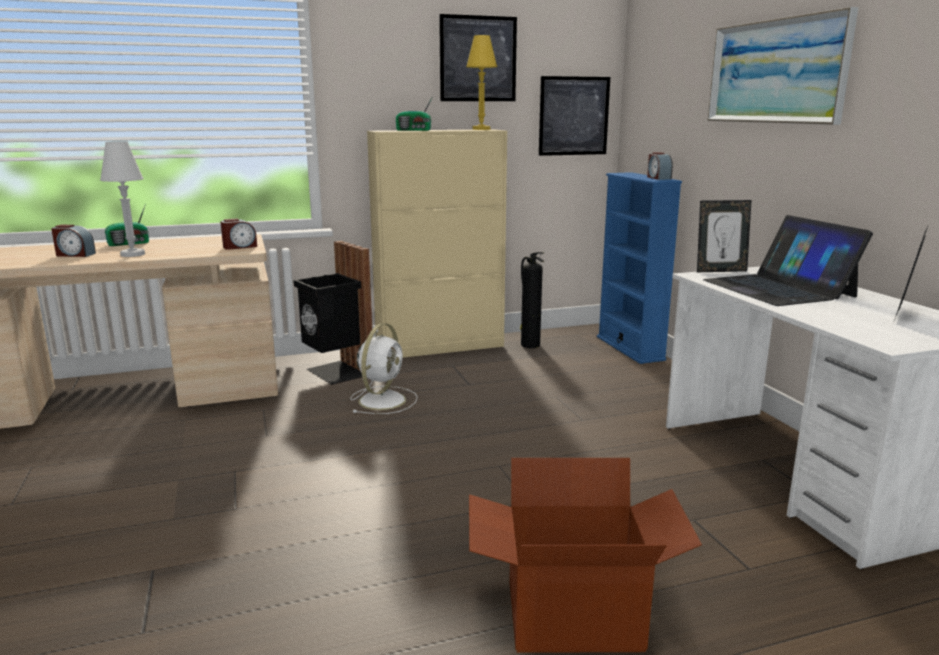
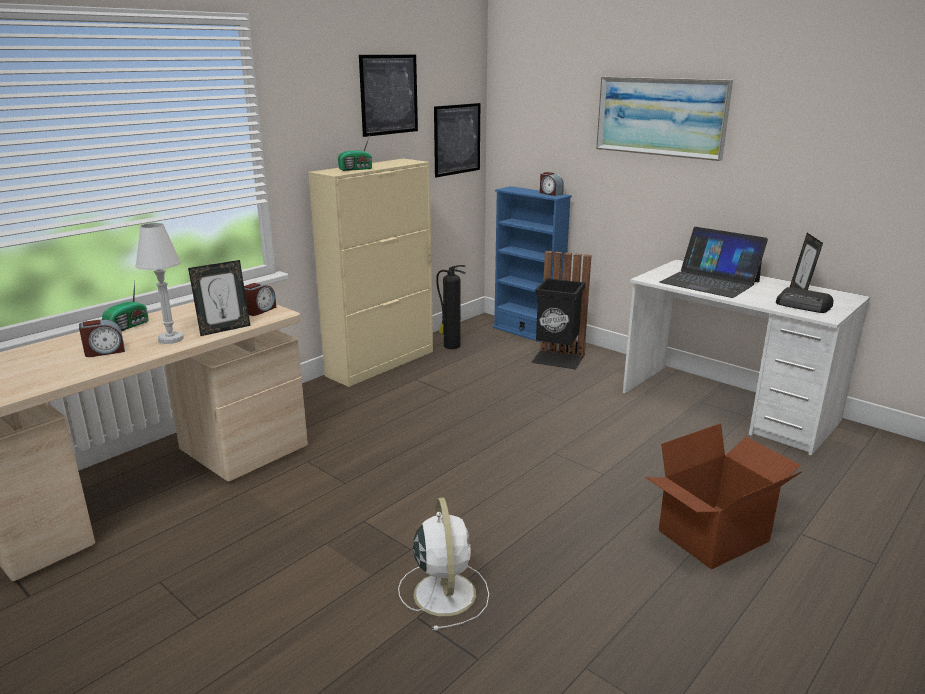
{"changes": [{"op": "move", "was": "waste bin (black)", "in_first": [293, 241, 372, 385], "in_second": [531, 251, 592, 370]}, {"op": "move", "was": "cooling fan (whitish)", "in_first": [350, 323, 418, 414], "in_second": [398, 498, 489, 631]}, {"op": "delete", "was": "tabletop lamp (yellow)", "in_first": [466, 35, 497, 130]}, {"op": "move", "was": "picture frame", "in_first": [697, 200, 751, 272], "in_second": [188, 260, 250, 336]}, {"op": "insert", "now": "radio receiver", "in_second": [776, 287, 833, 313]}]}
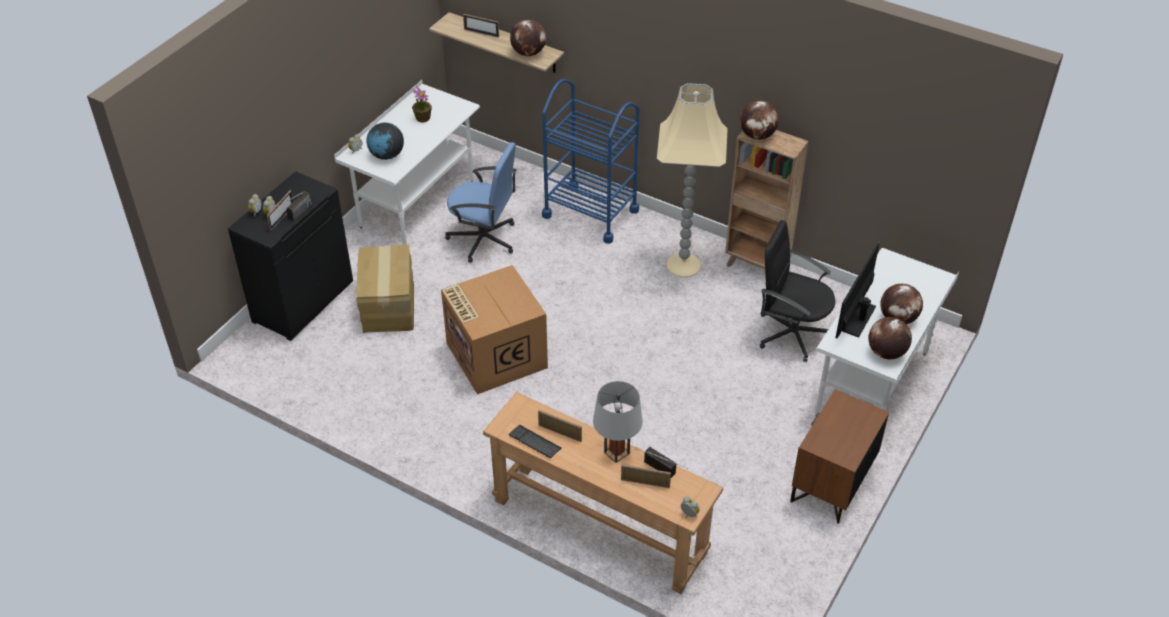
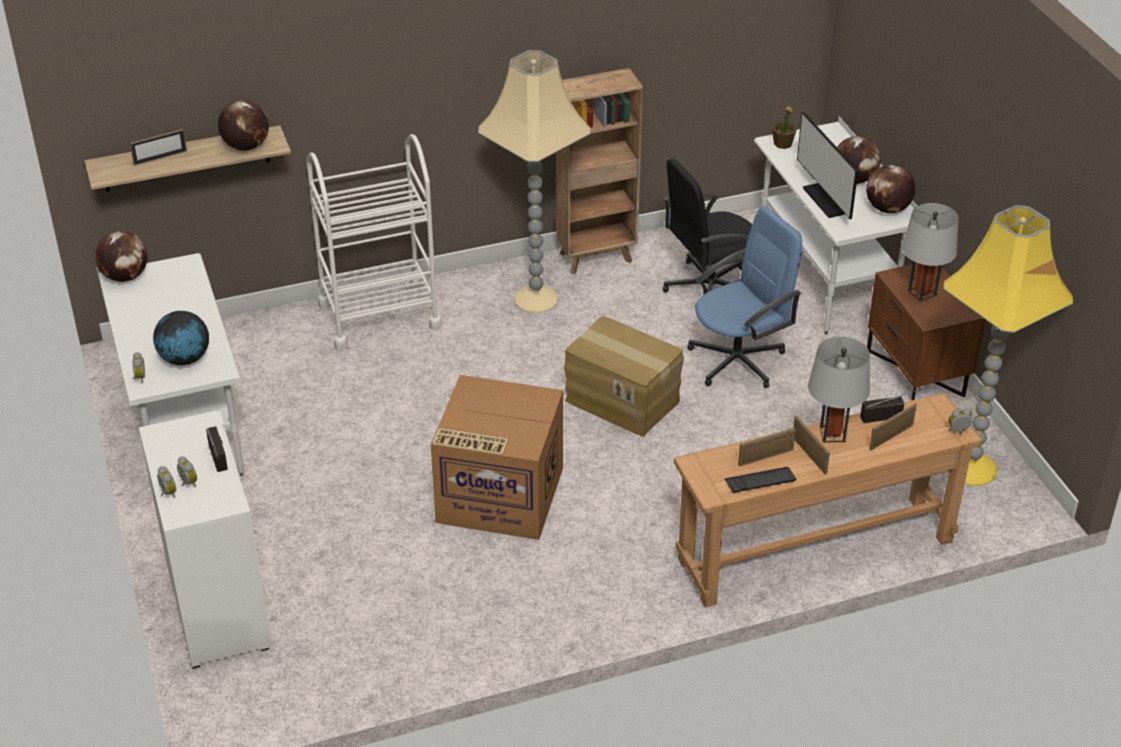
{"changes": [{"op": "recolor", "was": "storage cabinet (black)", "now": "storage cabinet (whitish)", "in_first": [228, 171, 353, 341], "in_second": [139, 410, 272, 669]}, {"op": "move", "was": "picture frame", "in_first": [267, 190, 294, 231], "in_second": [793, 416, 830, 474]}, {"op": "move", "was": "carton", "in_first": [356, 245, 414, 333], "in_second": [564, 316, 684, 437]}, {"op": "move", "was": "plant in a pot", "in_first": [412, 86, 432, 123], "in_second": [772, 104, 797, 149]}, {"op": "move", "was": "desk chair (blue)", "in_first": [445, 142, 517, 263], "in_second": [687, 206, 802, 388]}, {"op": "recolor", "was": "trolley (blue)", "now": "trolley (whitish)", "in_first": [542, 79, 640, 244], "in_second": [306, 134, 442, 350]}, {"op": "move", "was": "globe", "in_first": [740, 101, 779, 140], "in_second": [95, 231, 147, 282]}, {"op": "insert", "now": "tabletop lamp (greyish)", "in_second": [902, 203, 959, 302]}, {"op": "insert", "now": "floor lamp (yellow)", "in_second": [944, 205, 1073, 486]}]}
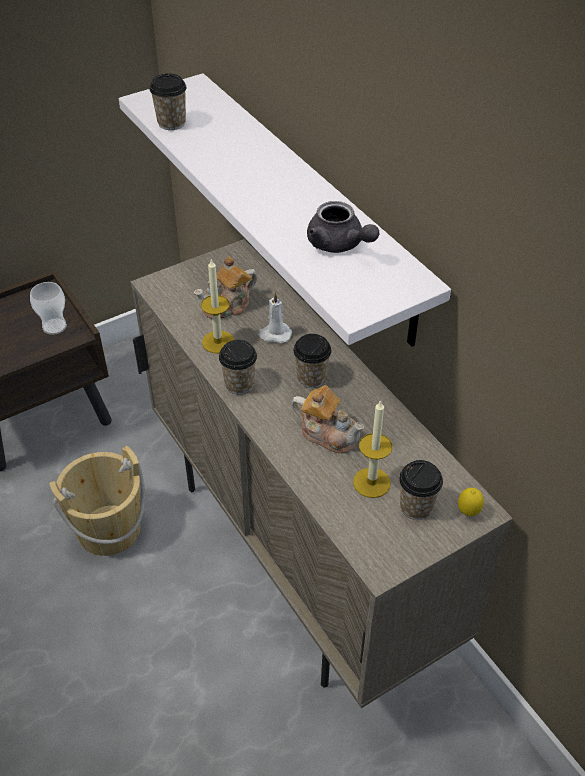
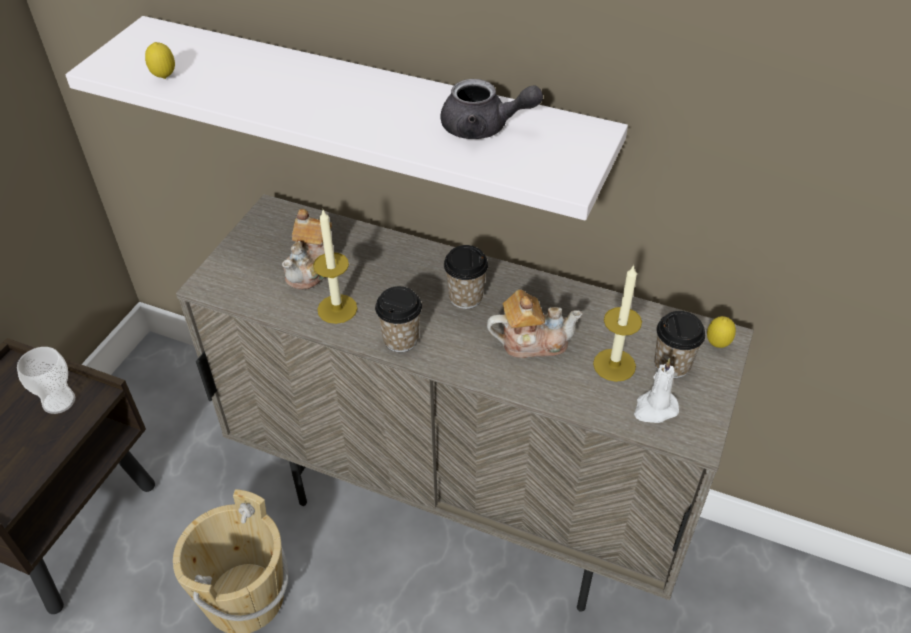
{"changes": [{"op": "replace", "was": "drinking cup", "now": "whole lemon", "in_first": [150, 73, 187, 130], "in_second": [145, 42, 175, 79]}, {"op": "move", "was": "wax candle (whitish)", "in_first": [258, 292, 292, 343], "in_second": [634, 358, 679, 423]}]}
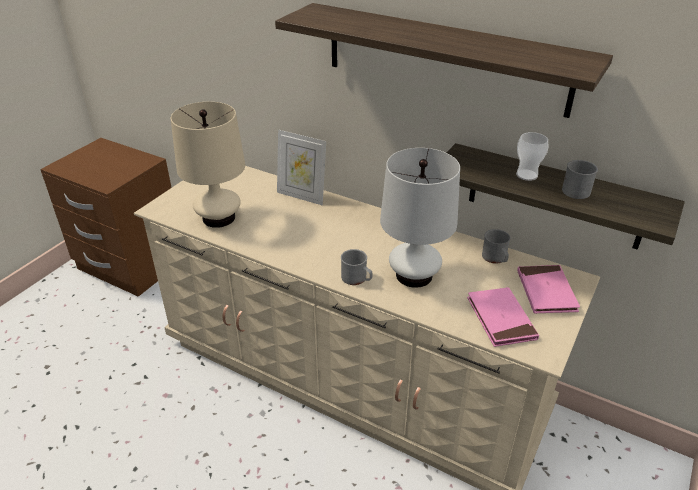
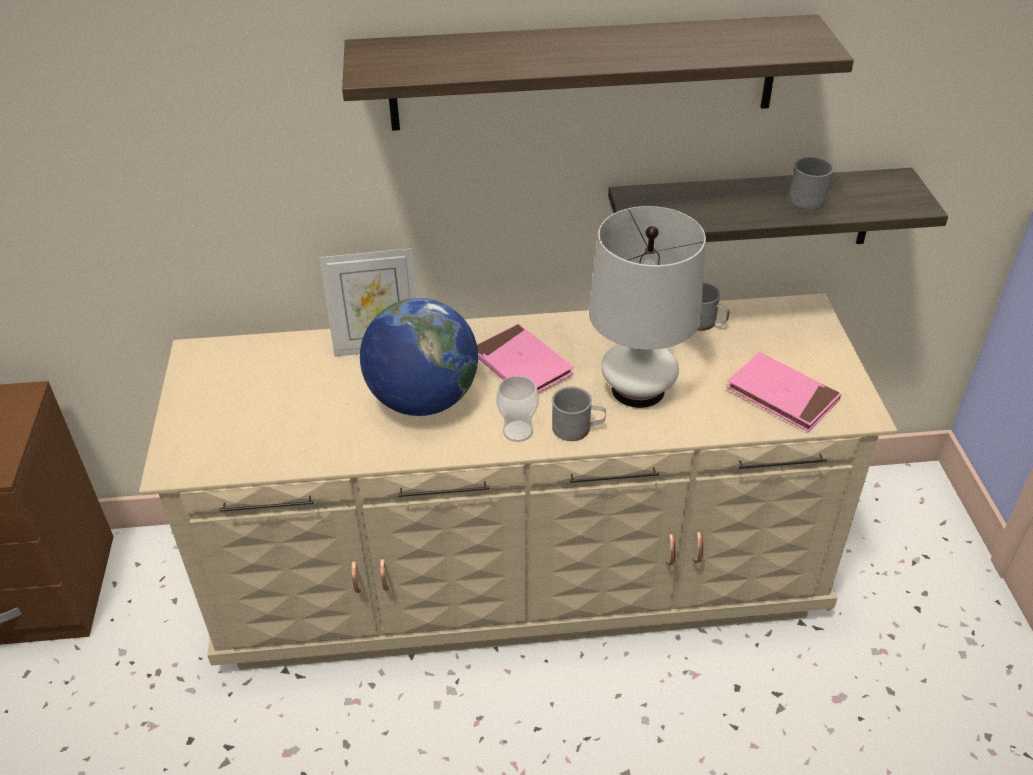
{"changes": [{"op": "delete", "was": "tabletop lamp (beige)", "in_first": [171, 102, 245, 228]}, {"op": "move", "was": "drinking cup", "in_first": [516, 132, 549, 181], "in_second": [496, 376, 539, 442]}, {"op": "move", "was": "volume (pink)", "in_first": [517, 265, 580, 314], "in_second": [477, 323, 574, 393]}, {"op": "insert", "now": "globe", "in_second": [360, 298, 478, 416]}]}
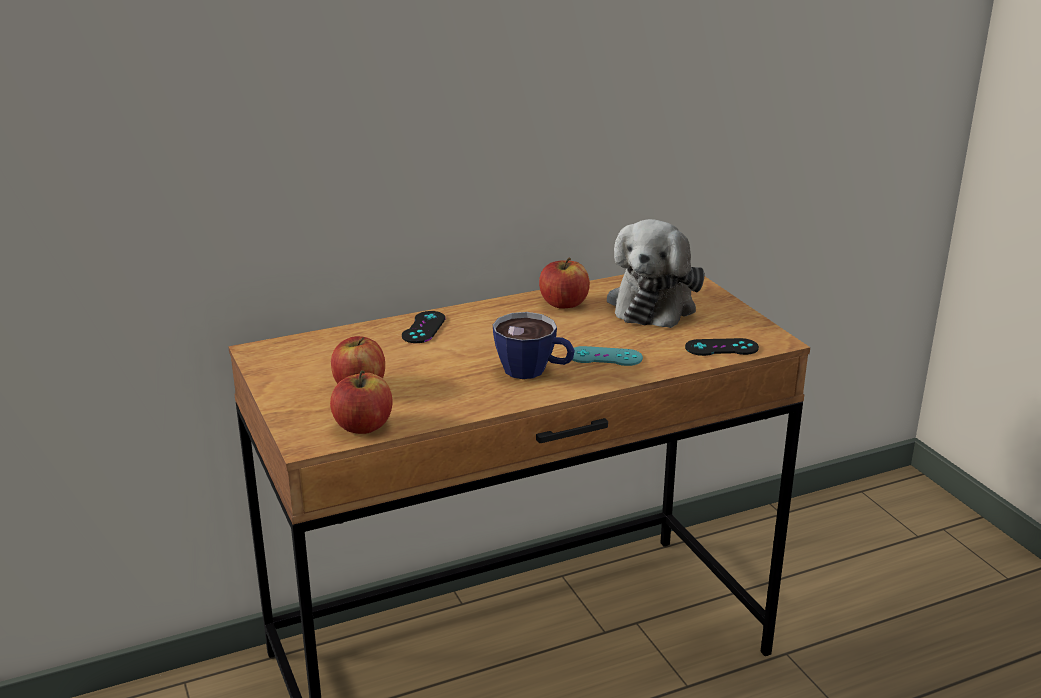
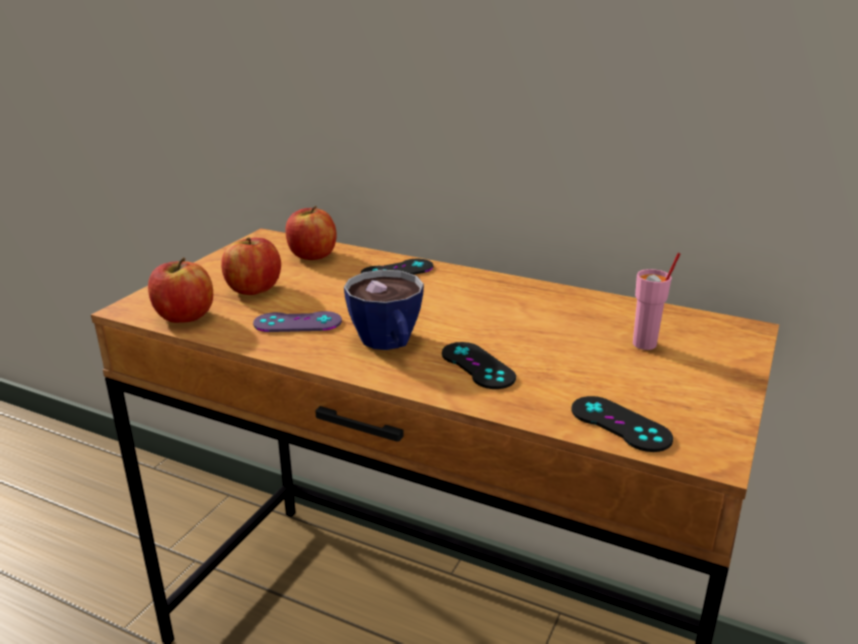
{"changes": [{"op": "move", "was": "whole apple", "in_first": [539, 257, 590, 309], "in_second": [285, 206, 337, 260]}, {"op": "recolor", "was": "game controller (turquoise)", "now": "game controller (black)", "in_first": [572, 346, 643, 366], "in_second": [442, 342, 516, 389]}, {"op": "replace", "was": "plush toy", "now": "drinking cup (pink)", "in_first": [607, 219, 705, 328], "in_second": [633, 253, 681, 350]}, {"op": "insert", "now": "game controller (purple-coloured)", "in_second": [253, 311, 342, 332]}]}
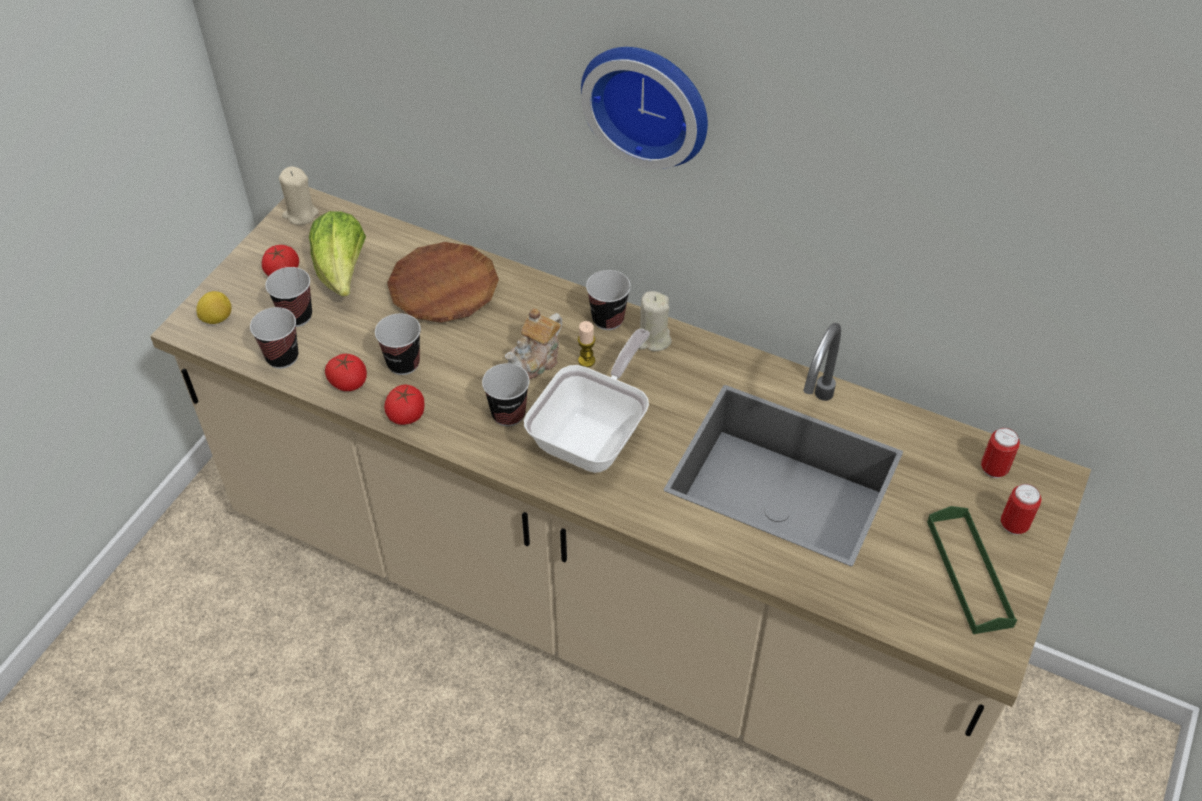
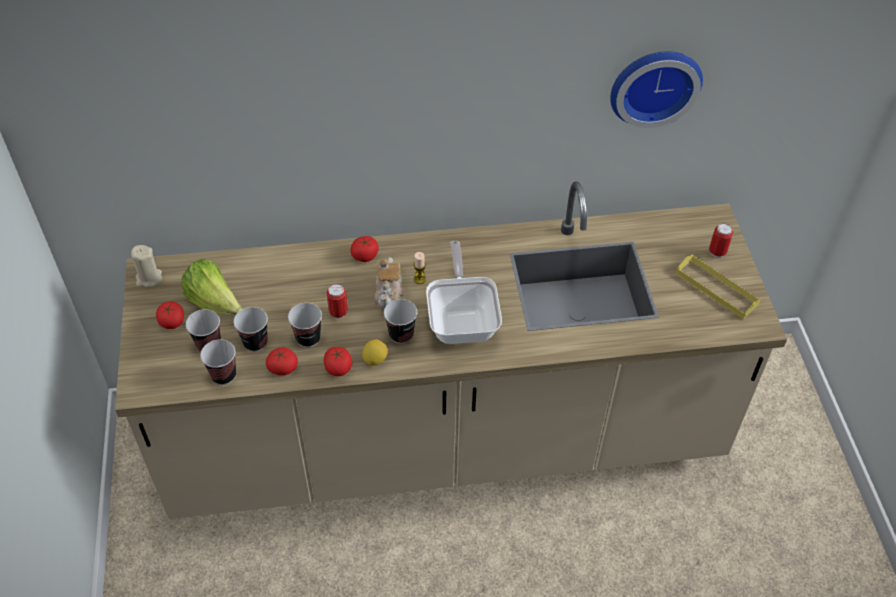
{"changes": [{"op": "move", "was": "whole lemon", "in_first": [196, 291, 232, 324], "in_second": [362, 339, 388, 366]}, {"op": "delete", "was": "flat dish (brown-coloured)", "in_first": [387, 242, 499, 323]}, {"op": "move", "was": "hanging clock", "in_first": [581, 47, 708, 169], "in_second": [610, 51, 703, 128]}, {"op": "move", "was": "drinking cup", "in_first": [586, 270, 631, 330], "in_second": [234, 307, 268, 352]}, {"op": "delete", "was": "wax candle (beige)", "in_first": [639, 291, 672, 351]}, {"op": "recolor", "was": "tray (green)", "now": "tray (yellow)", "in_first": [927, 506, 1017, 634], "in_second": [676, 254, 761, 319]}, {"op": "move", "was": "sealed can", "in_first": [981, 428, 1020, 478], "in_second": [327, 284, 348, 319]}, {"op": "insert", "now": "fresh tomato", "in_second": [350, 236, 379, 262]}]}
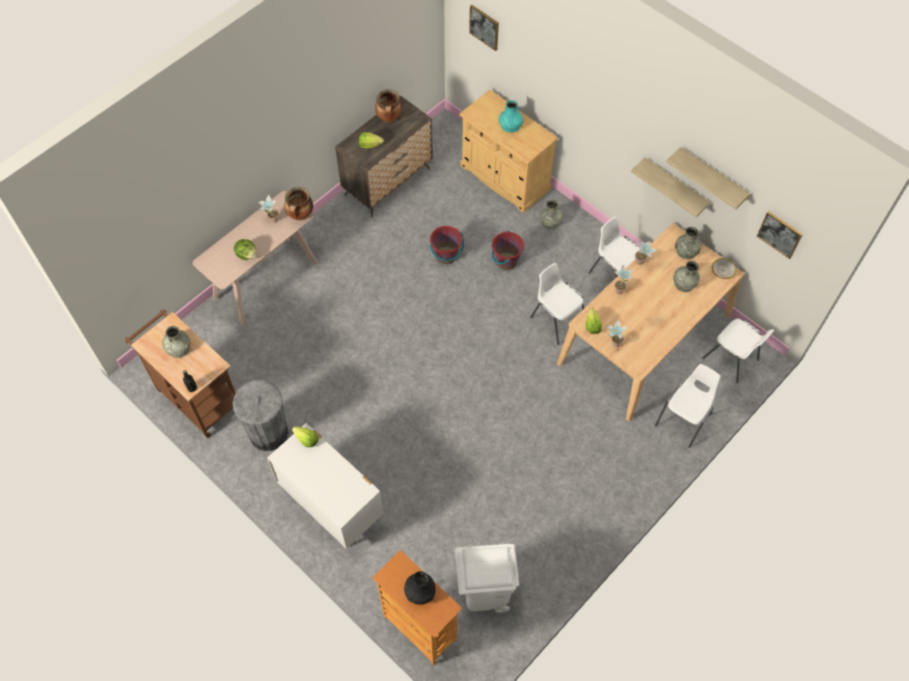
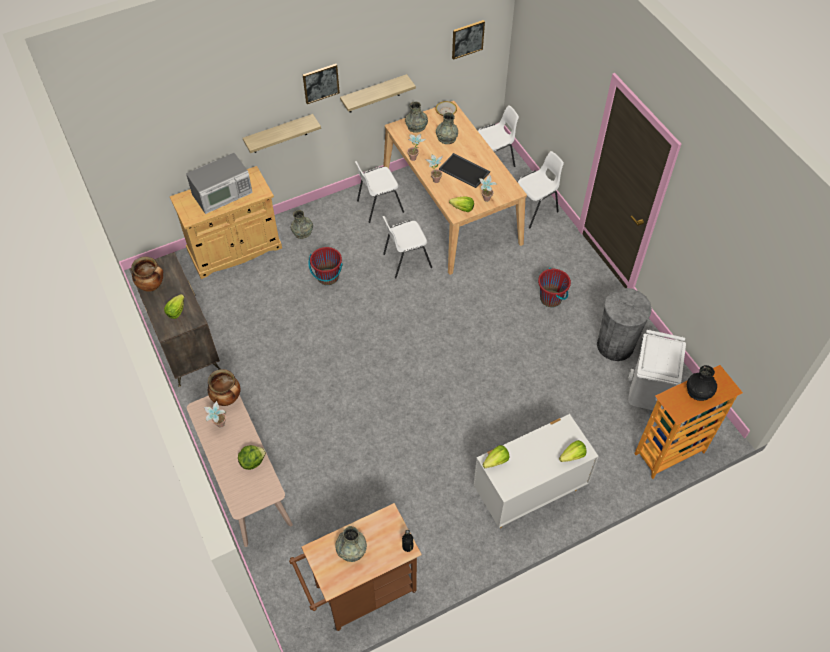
{"changes": [{"op": "move", "was": "waste bin (greyish)", "in_first": [233, 380, 288, 451], "in_second": [597, 288, 652, 361]}, {"op": "move", "was": "bucket (reddish)", "in_first": [429, 226, 464, 264], "in_second": [538, 268, 571, 307]}, {"op": "move", "was": "picture", "in_first": [469, 5, 499, 51], "in_second": [303, 64, 340, 104]}, {"op": "replace", "was": "vase (turquoise)", "now": "microwave oven", "in_first": [499, 100, 523, 133], "in_second": [186, 153, 253, 214]}, {"op": "rotate", "was": "plain chair (whitish)", "in_first": [655, 364, 721, 448], "in_second": [509, 151, 564, 228], "clockwise": 90}, {"op": "move", "was": "shelf", "in_first": [666, 147, 750, 209], "in_second": [243, 114, 321, 153]}, {"op": "insert", "now": "tray", "in_second": [439, 153, 490, 188]}, {"op": "insert", "now": "lettuce", "in_second": [559, 440, 587, 462]}]}
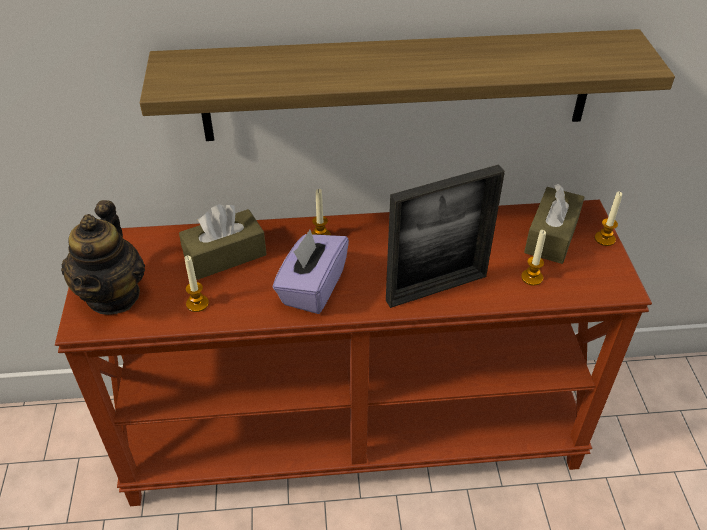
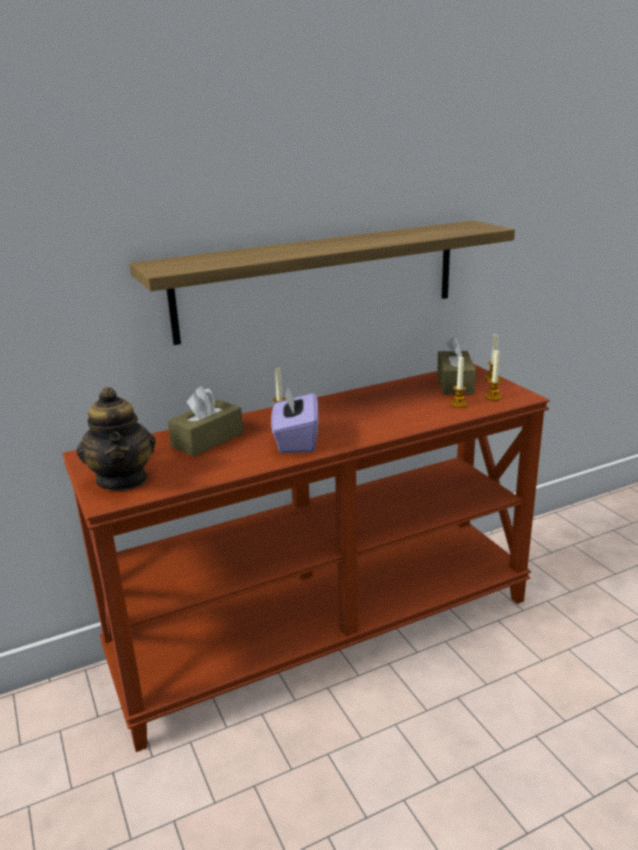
{"changes": [{"op": "move", "was": "wax candle", "in_first": [184, 256, 209, 312], "in_second": [485, 350, 502, 401]}, {"op": "delete", "was": "picture frame", "in_first": [386, 164, 505, 308]}]}
